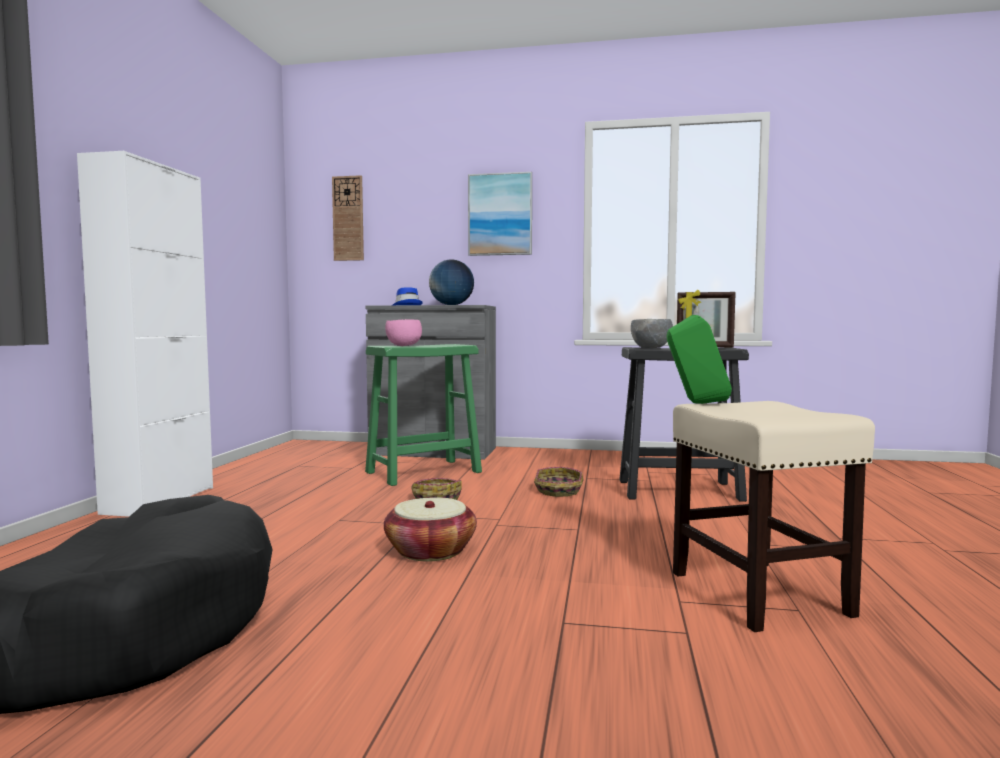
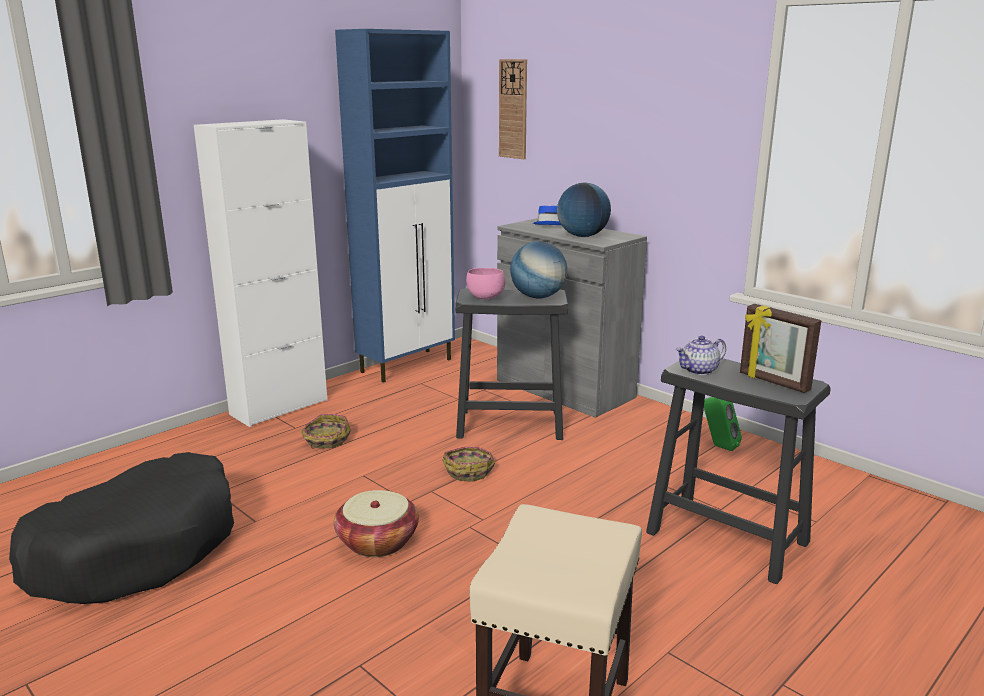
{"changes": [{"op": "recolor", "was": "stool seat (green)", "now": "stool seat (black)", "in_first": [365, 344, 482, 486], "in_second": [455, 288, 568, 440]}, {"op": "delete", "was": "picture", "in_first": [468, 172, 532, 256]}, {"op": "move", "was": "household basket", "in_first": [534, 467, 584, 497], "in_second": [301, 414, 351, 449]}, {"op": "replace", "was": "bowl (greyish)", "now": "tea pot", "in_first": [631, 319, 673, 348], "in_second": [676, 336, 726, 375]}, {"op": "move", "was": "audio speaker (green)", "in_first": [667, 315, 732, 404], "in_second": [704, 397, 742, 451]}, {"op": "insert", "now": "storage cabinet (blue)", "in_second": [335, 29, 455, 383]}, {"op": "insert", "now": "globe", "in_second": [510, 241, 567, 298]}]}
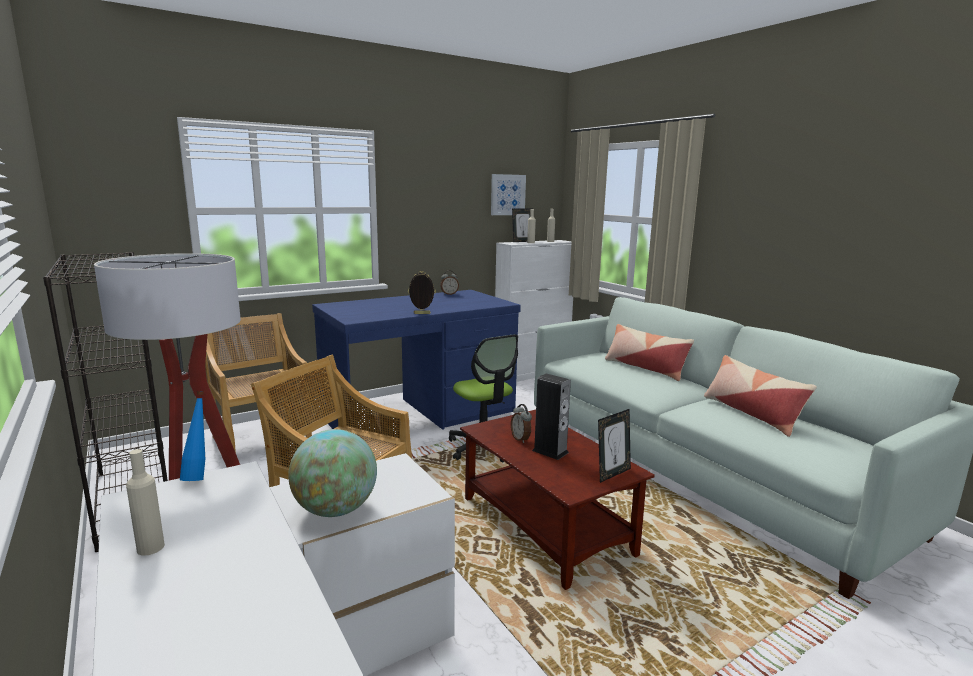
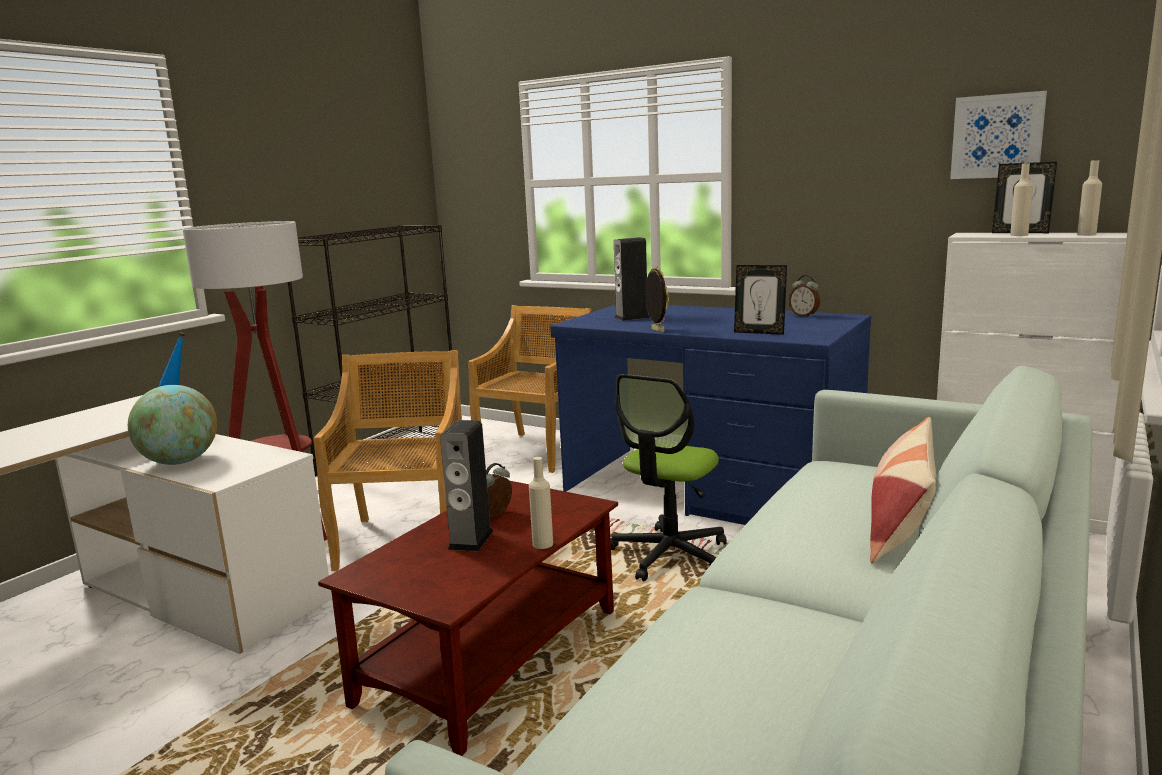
{"changes": [{"op": "move", "was": "beverage bottle (beige)", "in_first": [126, 449, 165, 556], "in_second": [529, 457, 553, 549]}, {"op": "move", "was": "picture frame", "in_first": [598, 409, 631, 483], "in_second": [734, 265, 787, 335]}, {"op": "delete", "was": "throw pillow", "in_first": [704, 355, 817, 437]}, {"op": "insert", "now": "audio speaker", "in_second": [614, 237, 650, 321]}]}
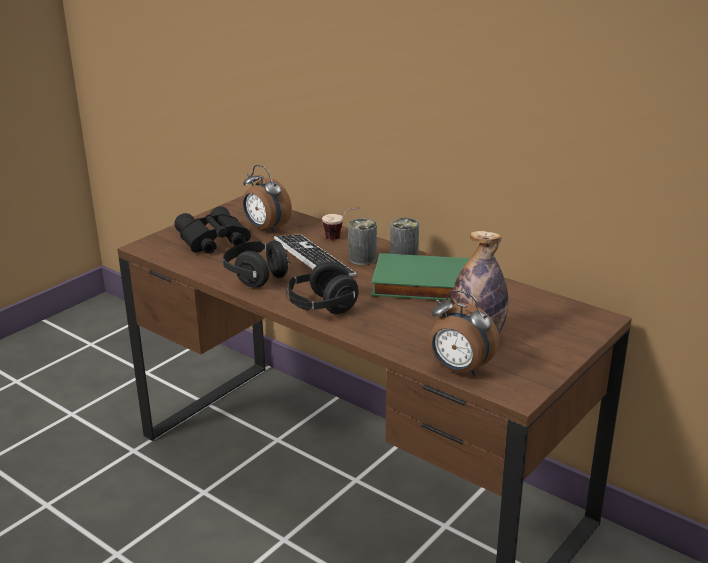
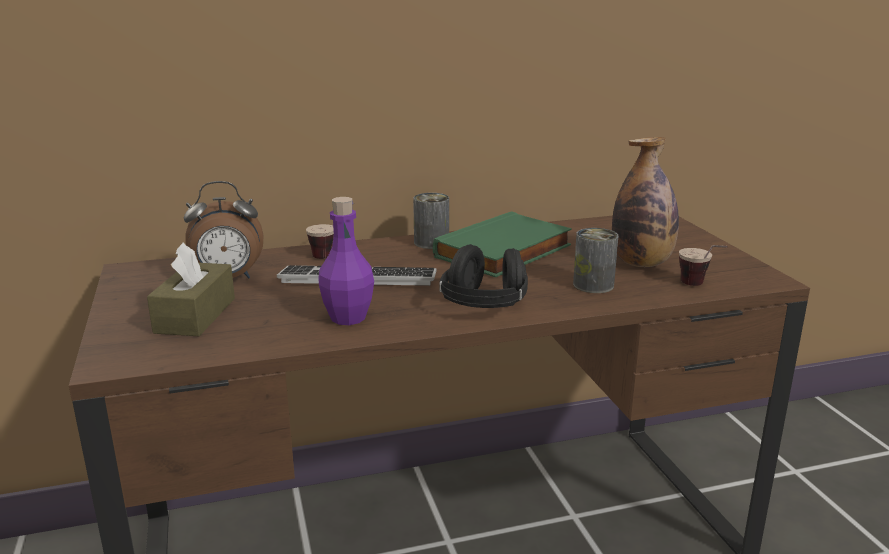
{"changes": [{"op": "replace", "was": "pair of binoculars (black)", "now": "tissue holder (brown-coloured)", "in_first": [174, 206, 251, 254], "in_second": [147, 242, 235, 336]}, {"op": "replace", "was": "pair of headphones (black)", "now": "beverage bottle (purple-coloured)", "in_first": [223, 240, 291, 288], "in_second": [318, 197, 374, 325]}, {"op": "move", "was": "sealed can", "in_first": [348, 219, 377, 265], "in_second": [573, 228, 618, 293]}, {"op": "replace", "was": "alarm clock", "now": "drinking cup", "in_first": [429, 290, 500, 377], "in_second": [679, 245, 728, 286]}]}
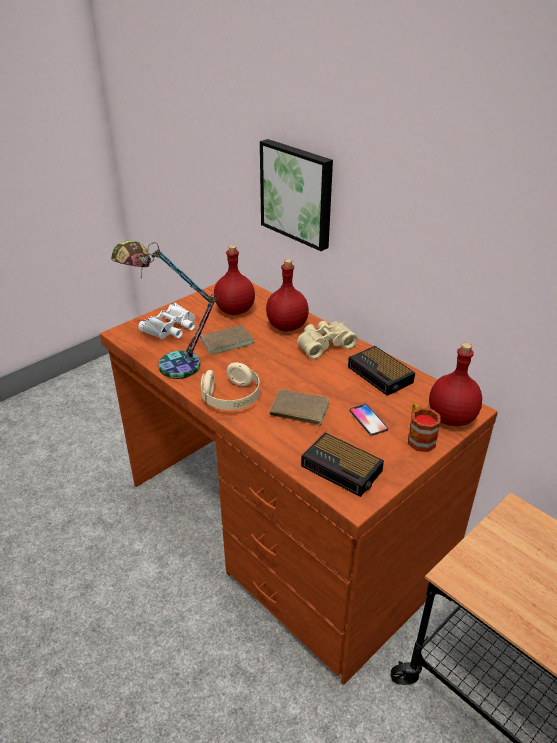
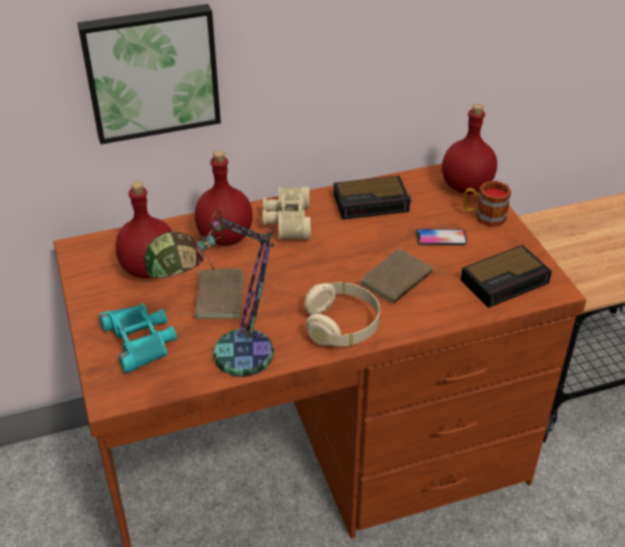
{"changes": [{"op": "recolor", "was": "pair of binoculars (whitish)", "now": "pair of binoculars (turquoise)", "in_first": [138, 303, 195, 339], "in_second": [99, 303, 177, 373]}]}
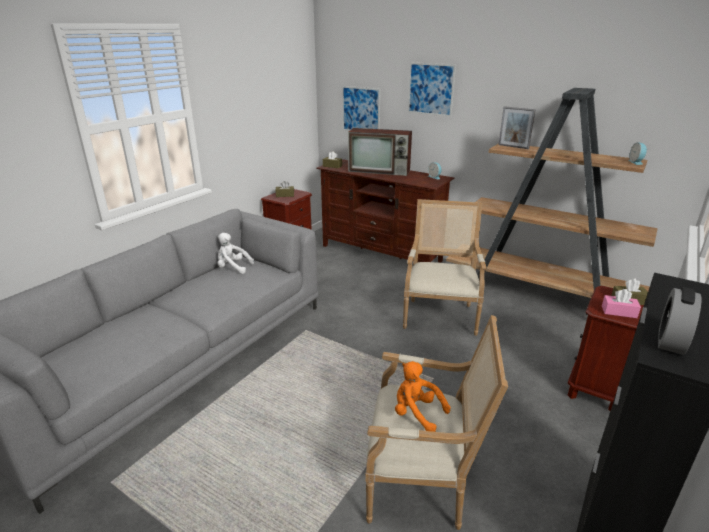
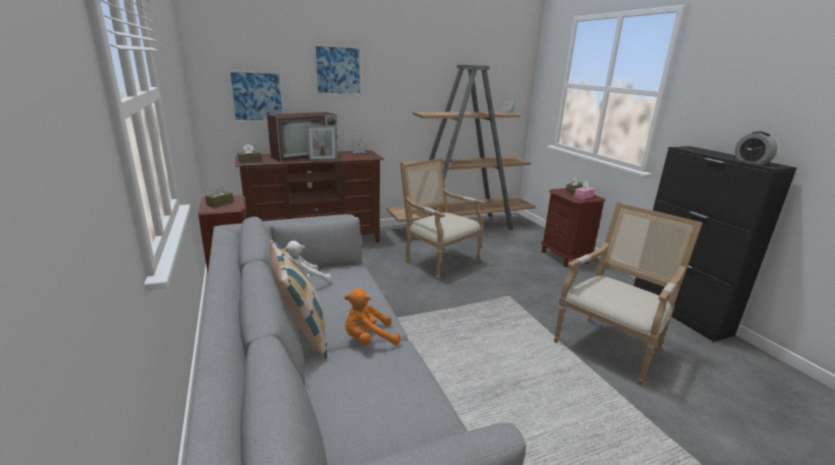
{"changes": [{"op": "move", "was": "plush toy (orange)", "in_first": [395, 361, 451, 432], "in_second": [344, 288, 400, 345]}, {"op": "move", "was": "picture frame", "in_first": [498, 106, 536, 149], "in_second": [307, 126, 337, 161]}, {"op": "insert", "now": "throw pillow", "in_second": [269, 240, 327, 359]}]}
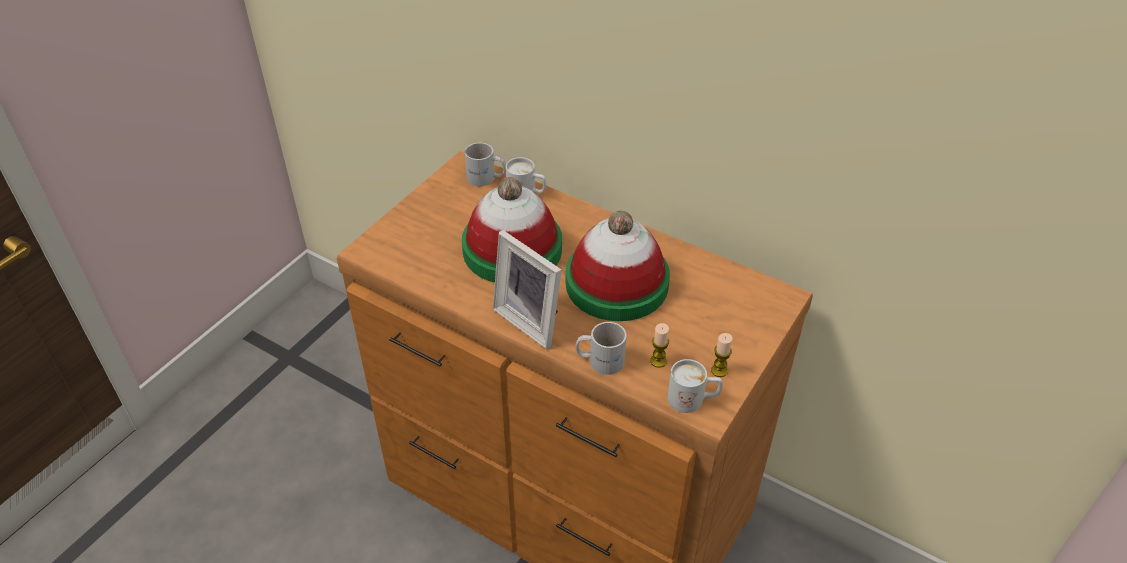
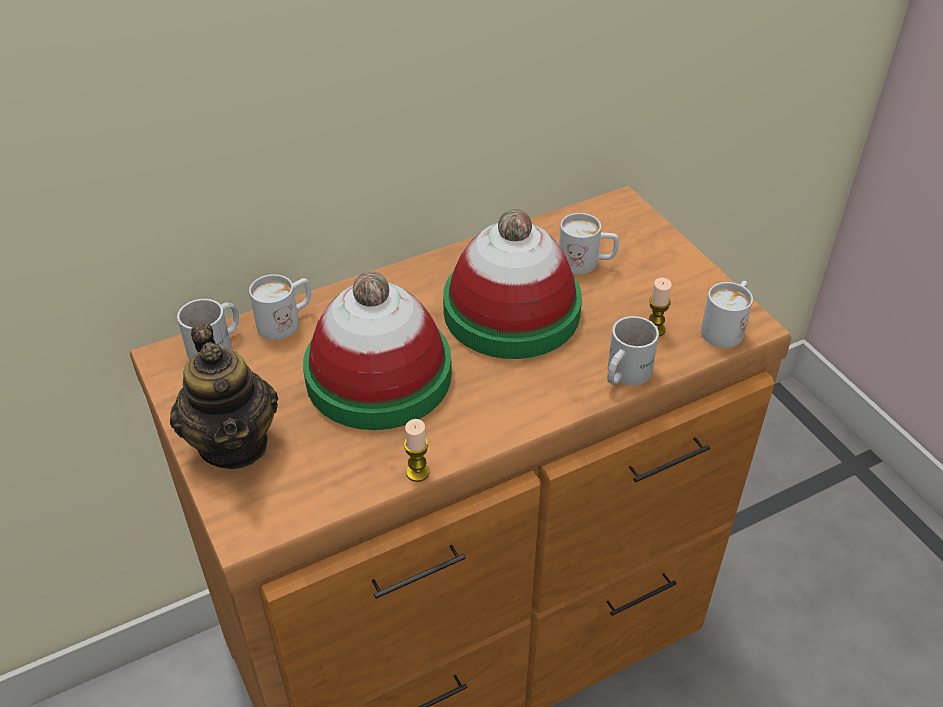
{"changes": [{"op": "delete", "was": "picture frame", "in_first": [493, 230, 562, 349]}, {"op": "move", "was": "wax candle", "in_first": [711, 333, 732, 377], "in_second": [404, 419, 430, 482]}, {"op": "insert", "now": "tea pot", "in_second": [170, 323, 278, 469]}, {"op": "insert", "now": "coffee mug (whitish)", "in_second": [559, 213, 619, 274]}]}
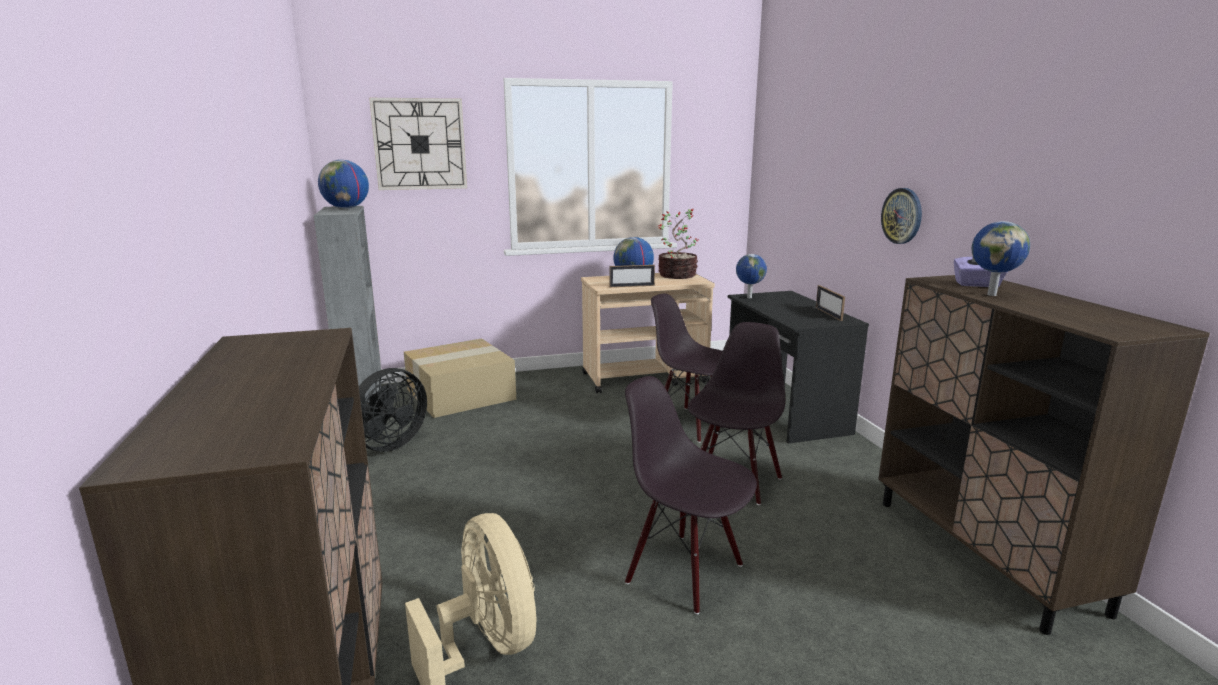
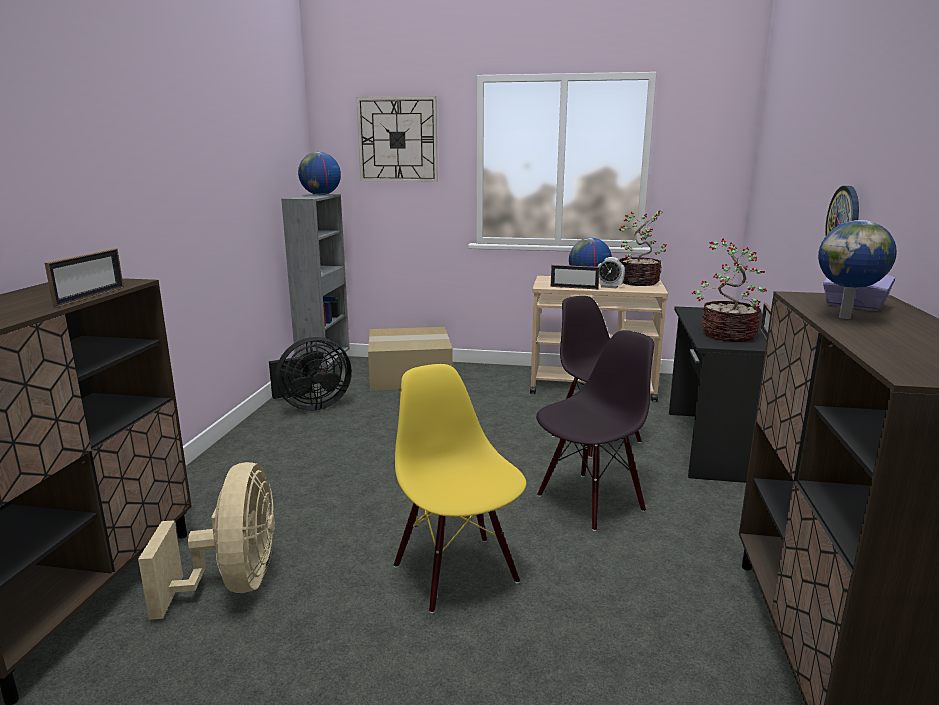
{"changes": [{"op": "recolor", "was": "plain chair (black)", "now": "plain chair (yellow)", "in_first": [625, 376, 757, 614], "in_second": [394, 364, 526, 614]}, {"op": "delete", "was": "globe", "in_first": [736, 254, 767, 298]}, {"op": "insert", "now": "picture frame", "in_second": [45, 248, 124, 308]}, {"op": "insert", "now": "alarm clock", "in_second": [598, 257, 625, 289]}, {"op": "insert", "now": "plant in a pot", "in_second": [692, 238, 767, 342]}]}
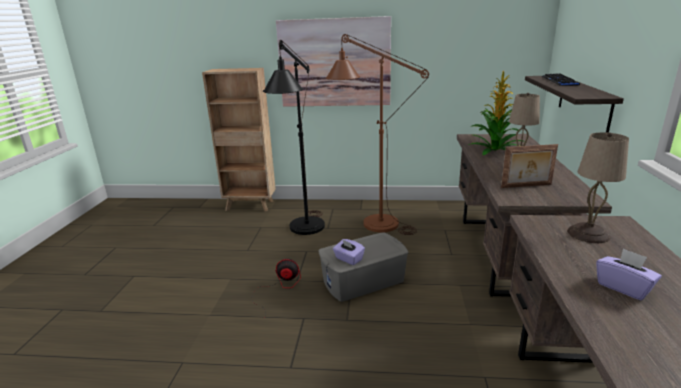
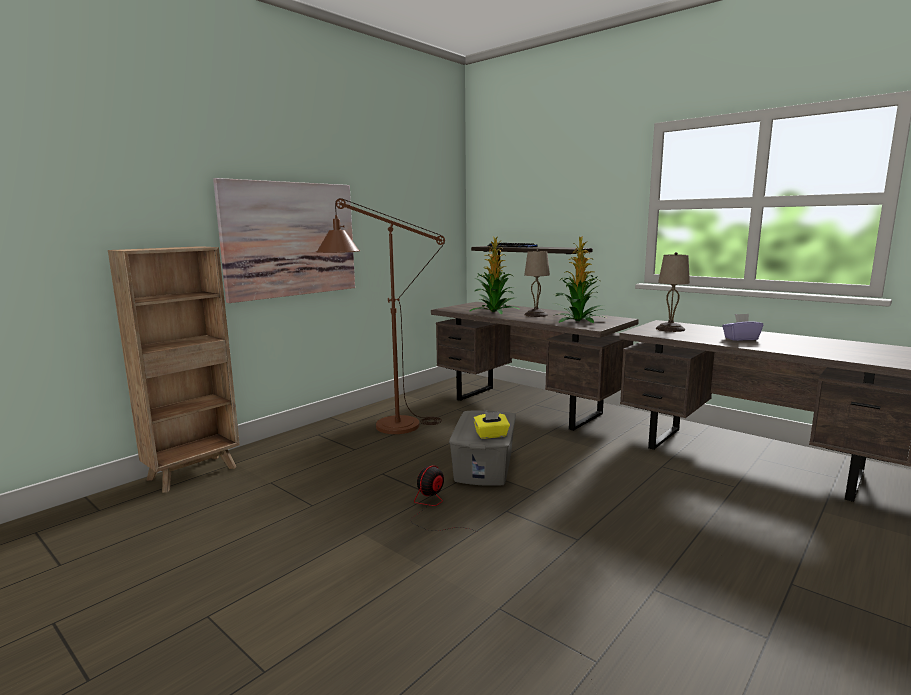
{"changes": [{"op": "delete", "was": "floor lamp (black)", "in_first": [263, 40, 325, 235]}, {"op": "recolor", "was": "tissue holder (purple-coloured)", "now": "tissue holder (yellow)", "in_first": [333, 239, 365, 265], "in_second": [473, 412, 510, 439]}, {"op": "replace", "was": "picture frame", "now": "plant in a pot", "in_first": [501, 144, 558, 188], "in_second": [553, 236, 606, 323]}]}
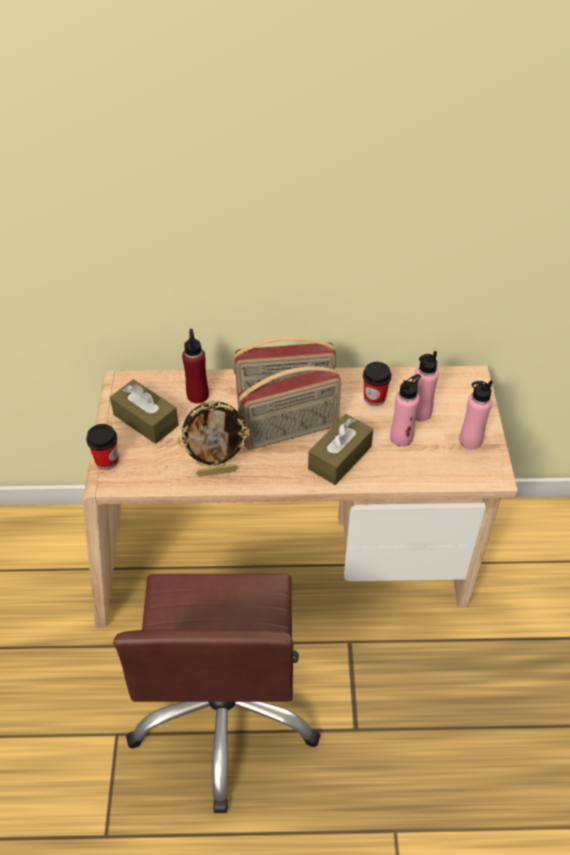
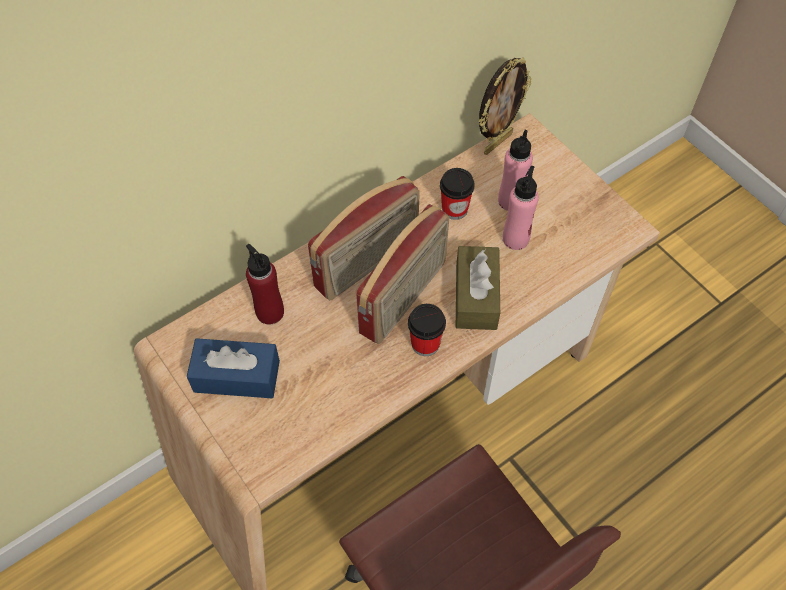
{"changes": [{"op": "move", "was": "drinking cup", "in_first": [86, 424, 119, 470], "in_second": [408, 304, 446, 356]}, {"op": "recolor", "was": "tissue holder (brown-coloured)", "now": "tissue holder (blue)", "in_first": [110, 379, 179, 444], "in_second": [187, 338, 280, 398]}, {"op": "move", "was": "picture frame", "in_first": [178, 401, 250, 477], "in_second": [479, 58, 532, 155]}, {"op": "delete", "was": "beverage bottle (pink)", "in_first": [459, 380, 492, 450]}]}
